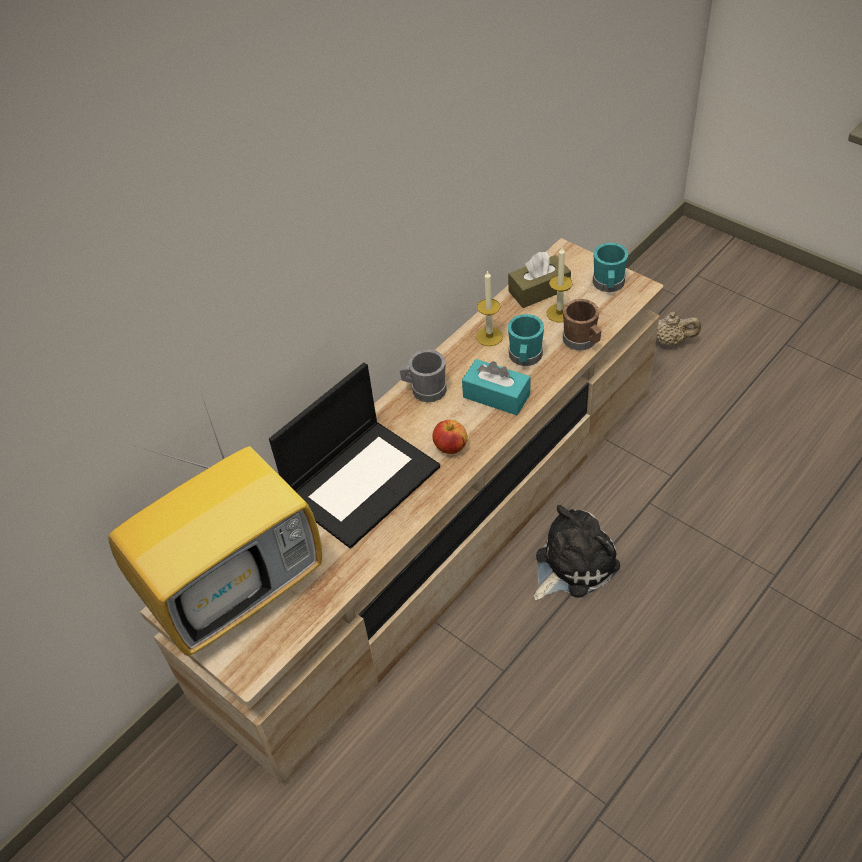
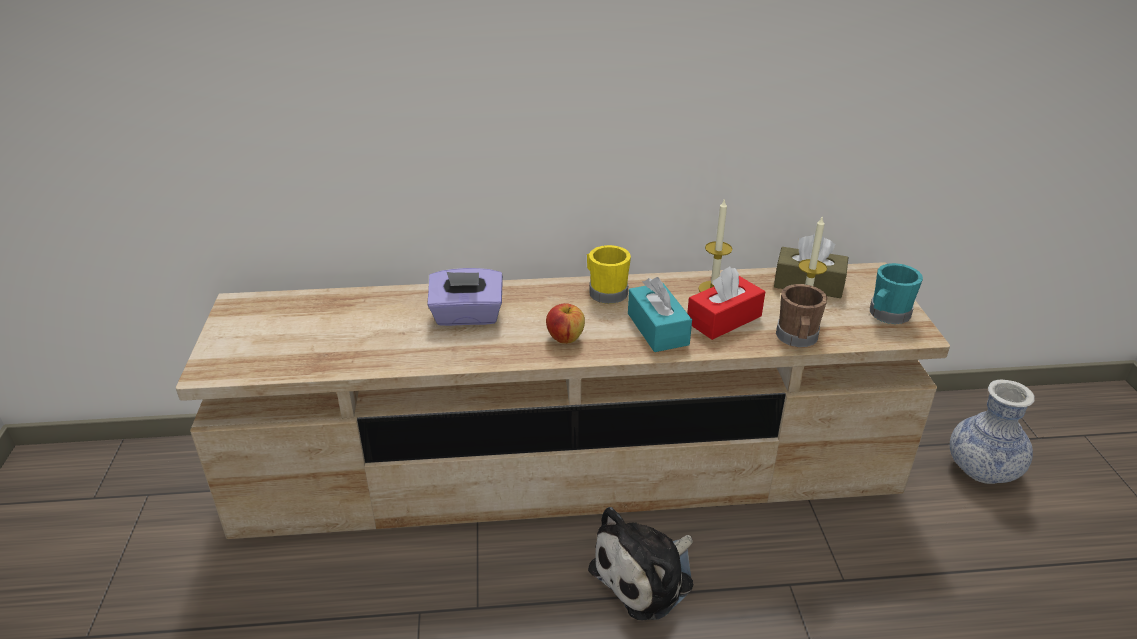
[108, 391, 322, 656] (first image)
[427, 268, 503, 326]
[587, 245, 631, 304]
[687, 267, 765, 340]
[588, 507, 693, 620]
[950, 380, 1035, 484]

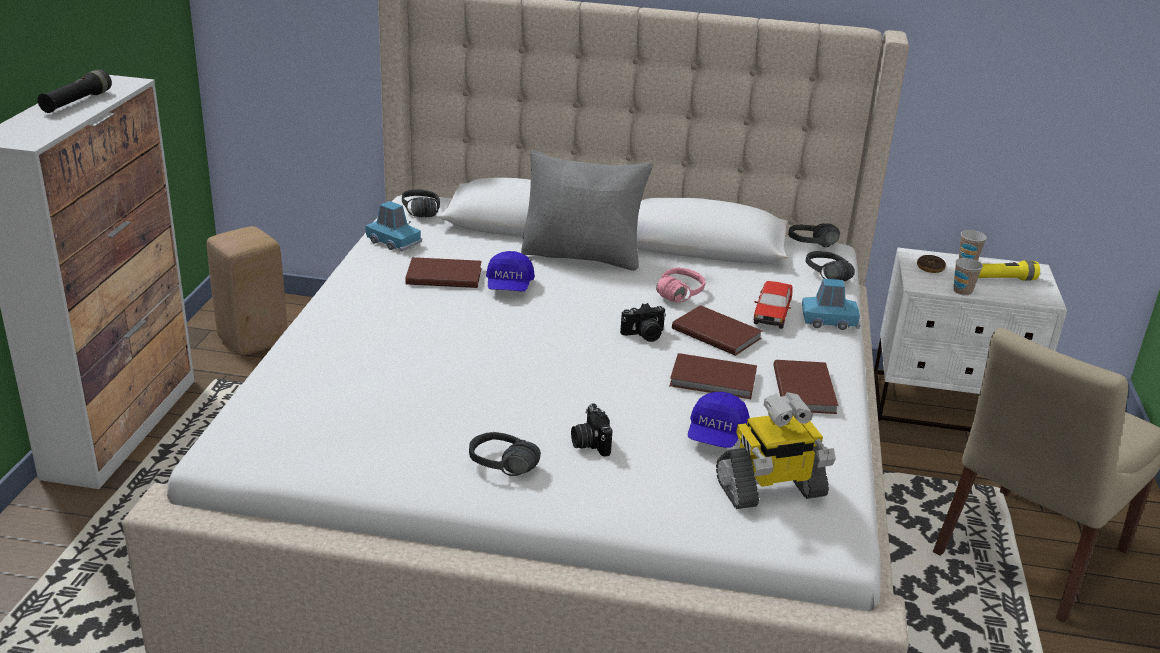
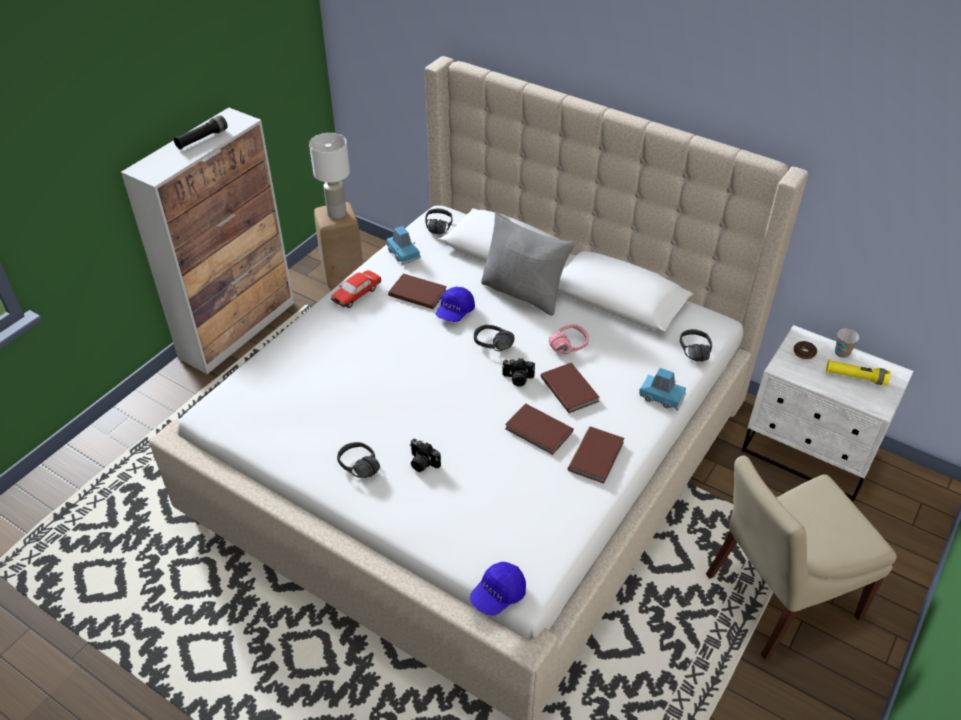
[410, 439, 441, 472]
[470, 562, 526, 616]
[716, 392, 836, 509] (first image)
[331, 270, 381, 308]
[474, 325, 514, 351]
[954, 258, 983, 296] (first image)
[309, 133, 350, 219]

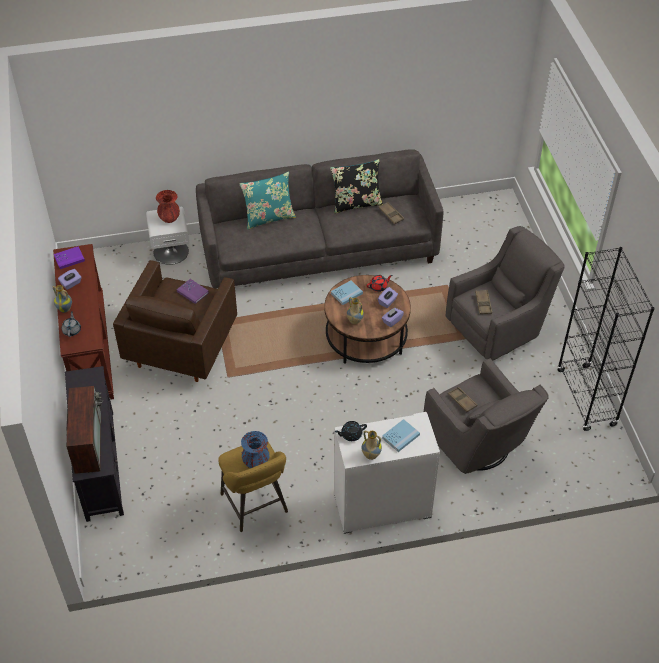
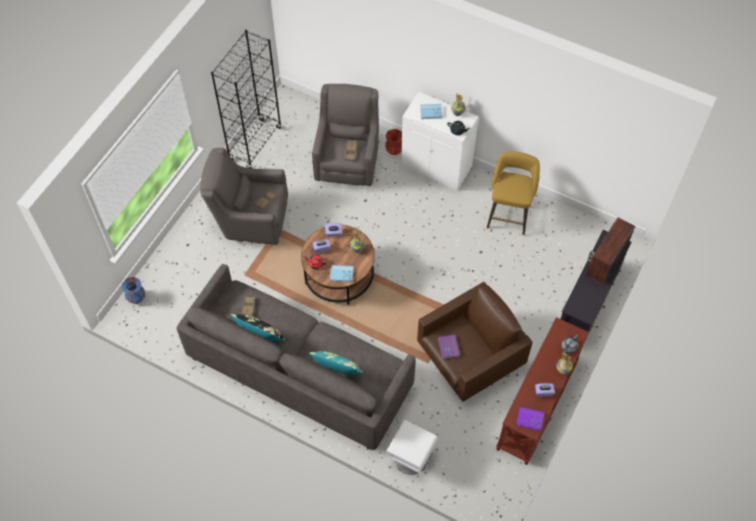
[385, 129, 402, 155]
[122, 277, 145, 304]

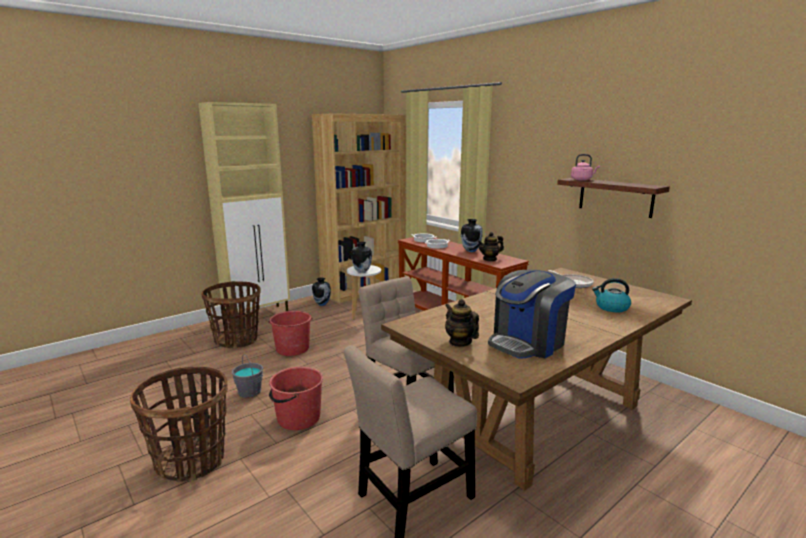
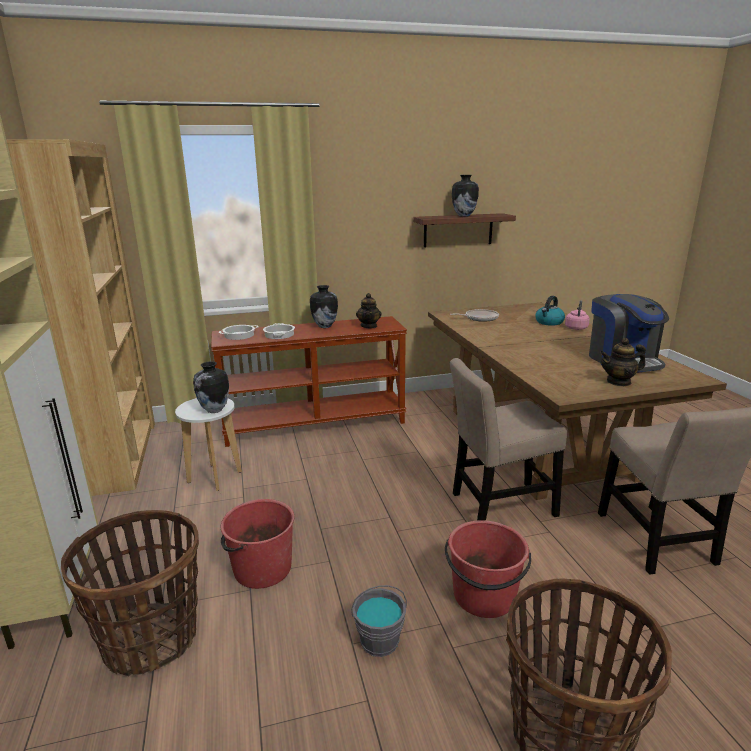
[452, 175, 479, 217]
[565, 301, 590, 330]

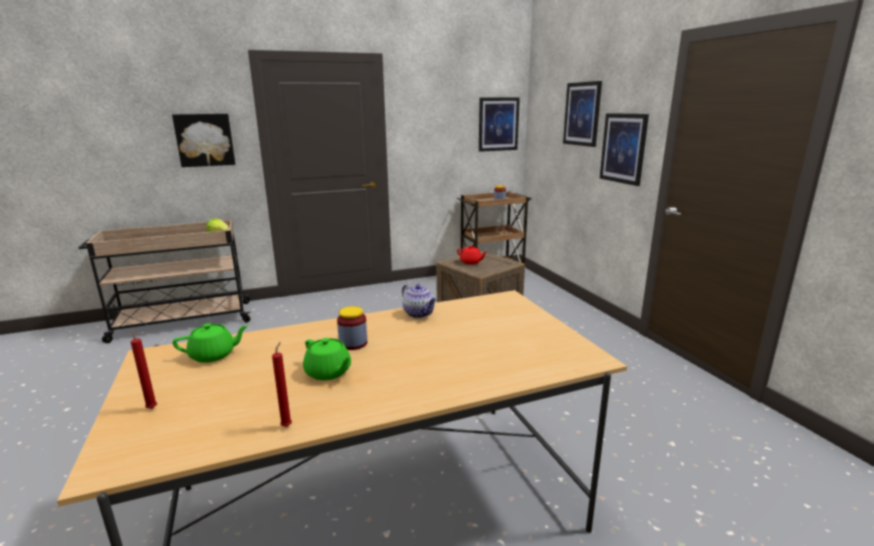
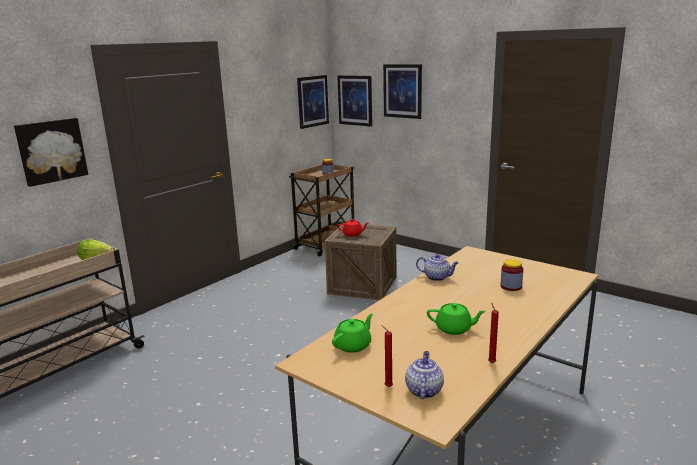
[501, 259, 523, 291]
[337, 75, 372, 127]
[405, 351, 444, 399]

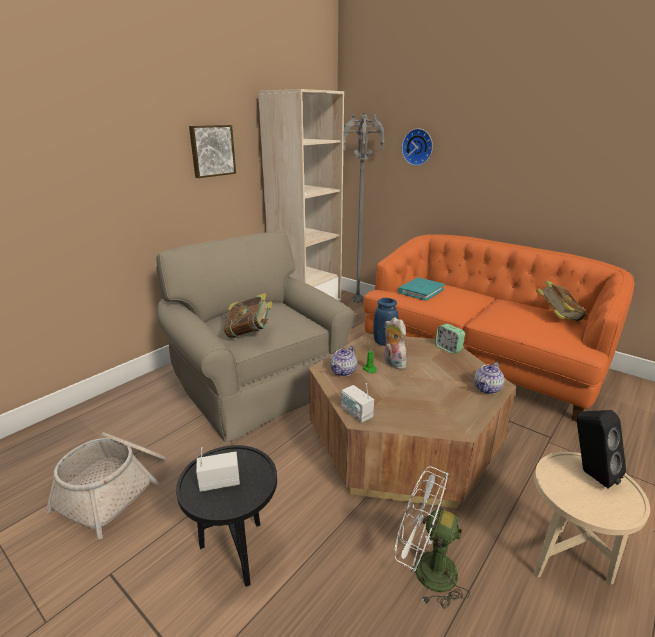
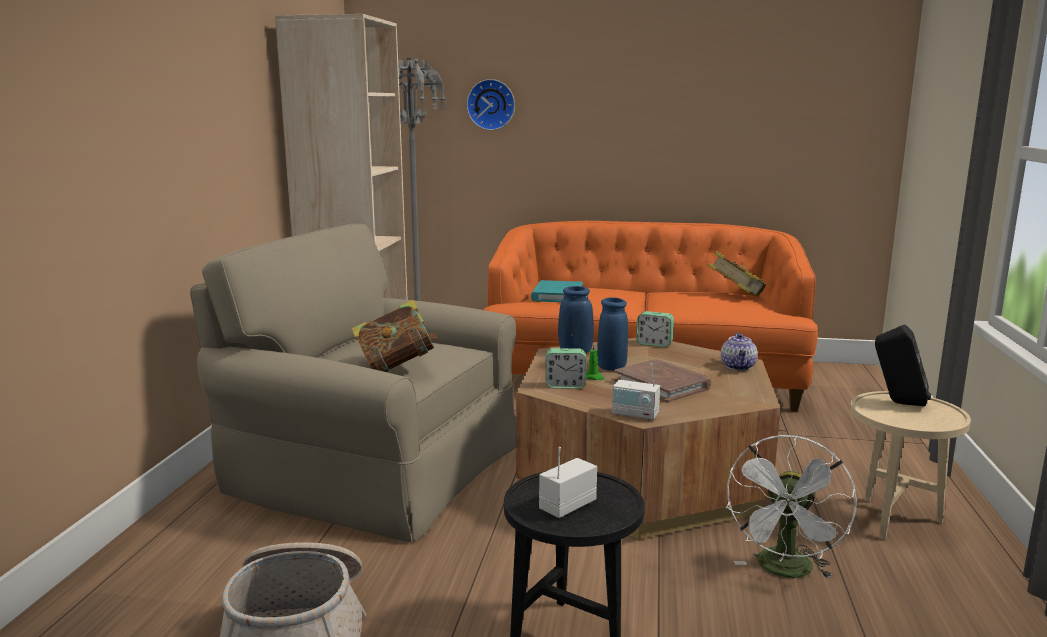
[189, 125, 236, 178] (first image)
[546, 348, 586, 389]
[597, 297, 628, 371]
[726, 435, 857, 579]
[614, 359, 711, 403]

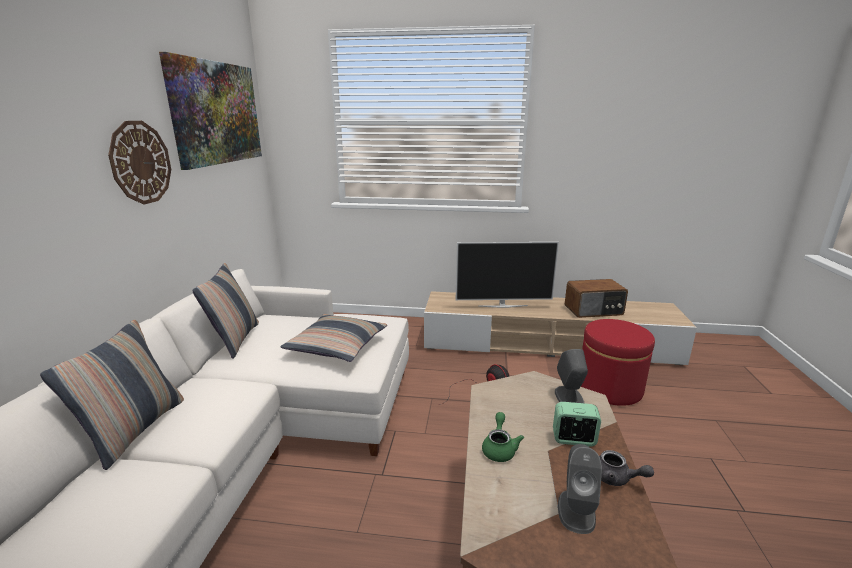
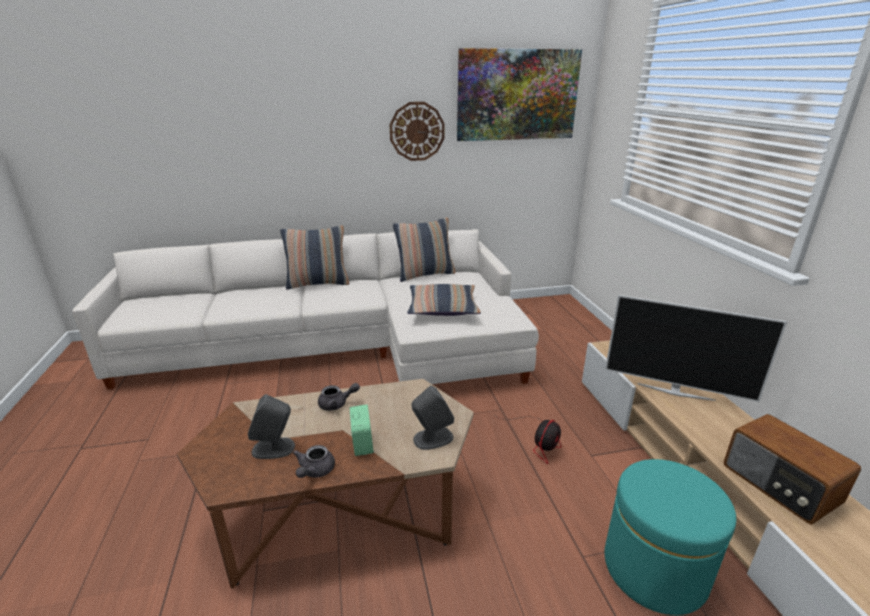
[605, 295, 787, 402]
[318, 383, 360, 411]
[605, 459, 736, 615]

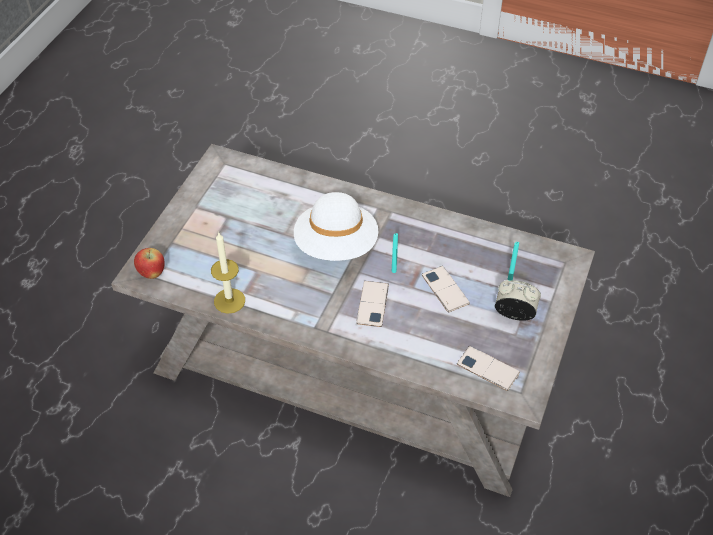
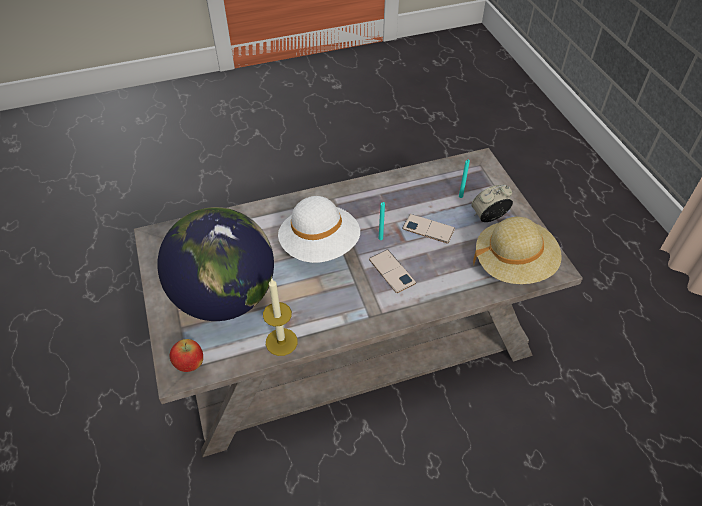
[473, 217, 562, 284]
[157, 207, 274, 321]

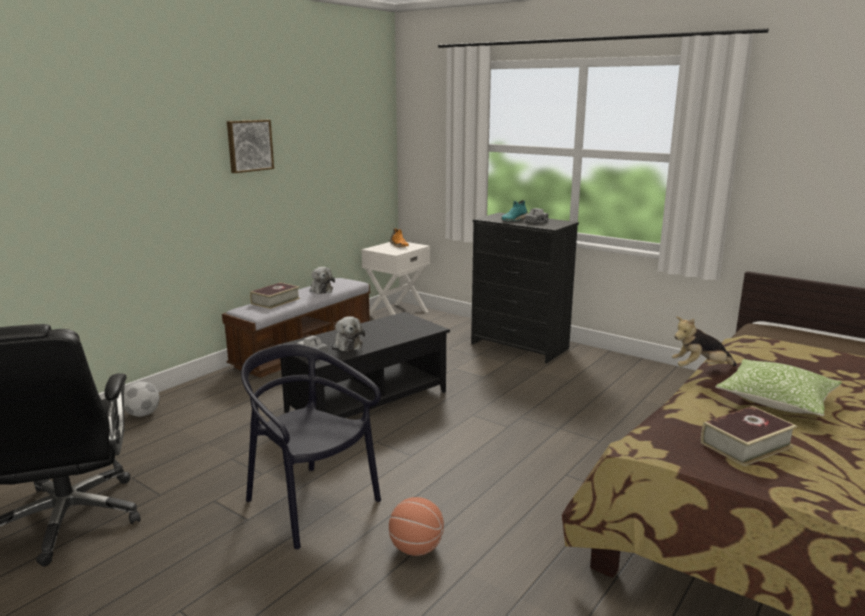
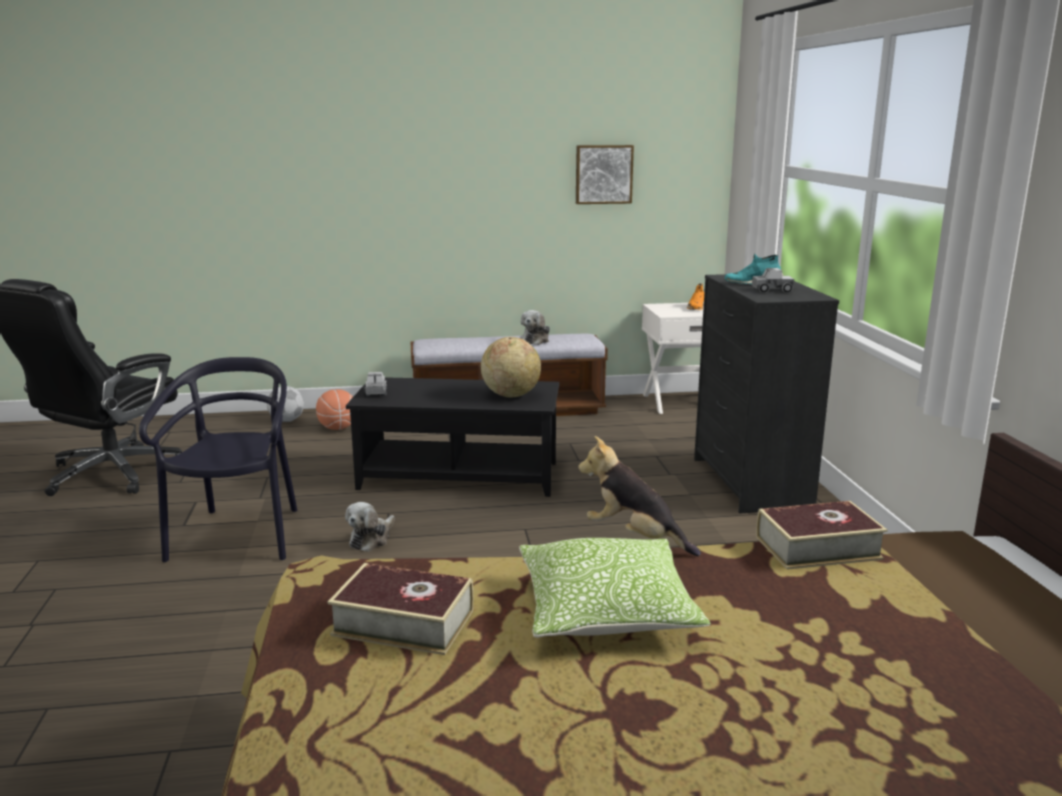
[576, 145, 634, 204]
[756, 501, 888, 570]
[345, 502, 395, 552]
[316, 389, 353, 430]
[481, 337, 541, 397]

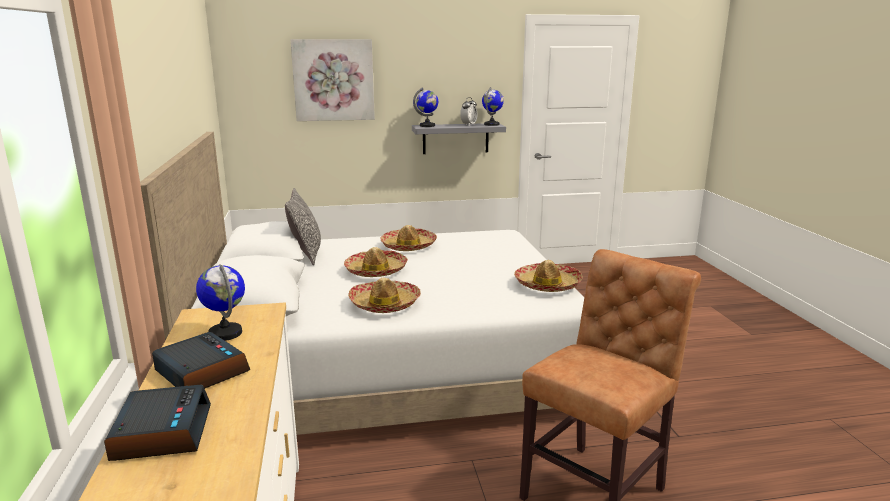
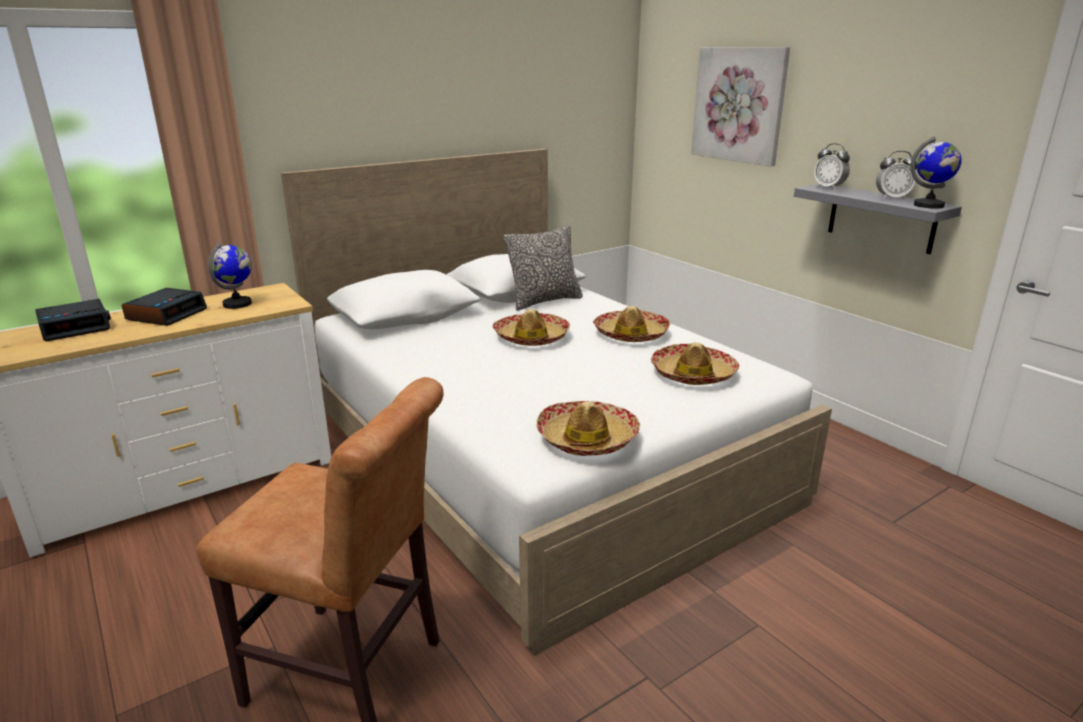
[651, 342, 739, 385]
[814, 143, 850, 190]

